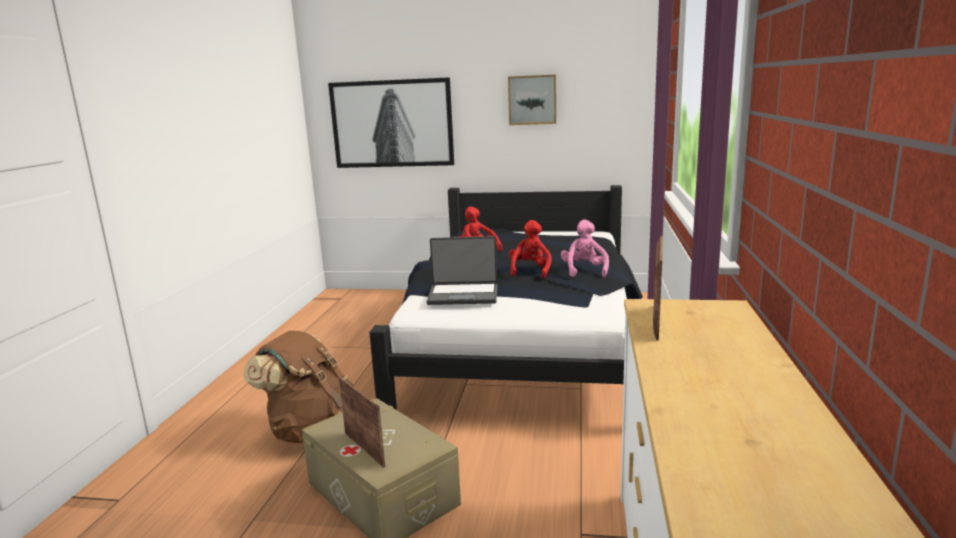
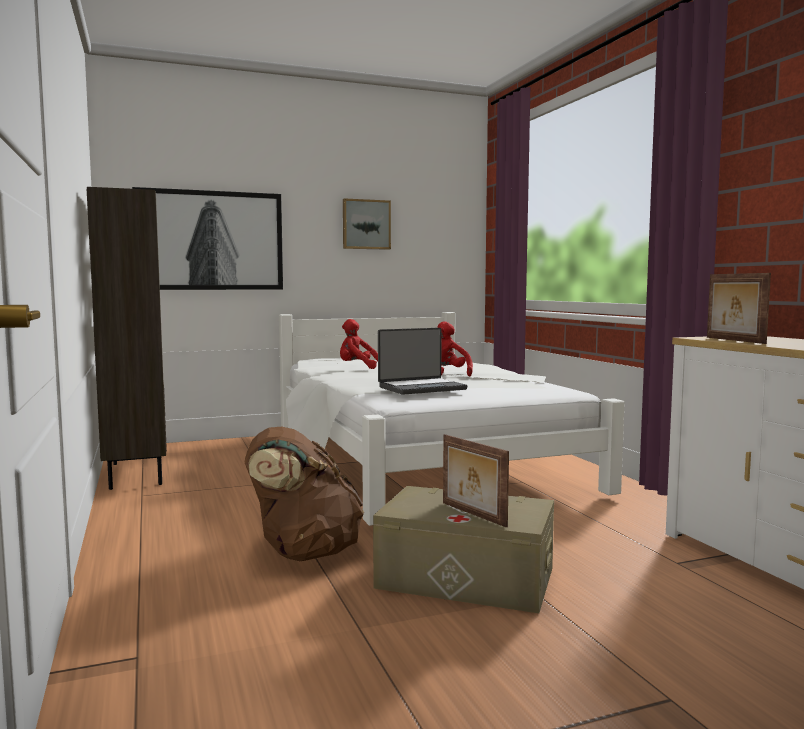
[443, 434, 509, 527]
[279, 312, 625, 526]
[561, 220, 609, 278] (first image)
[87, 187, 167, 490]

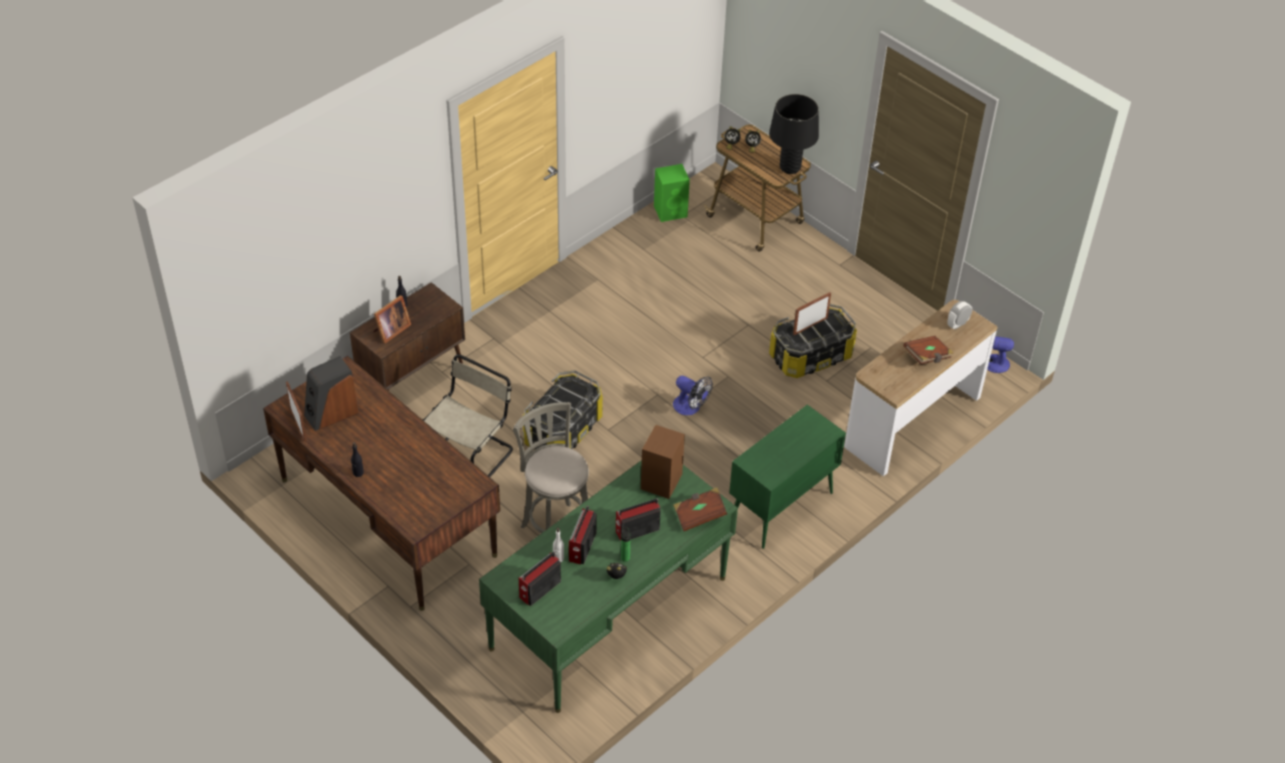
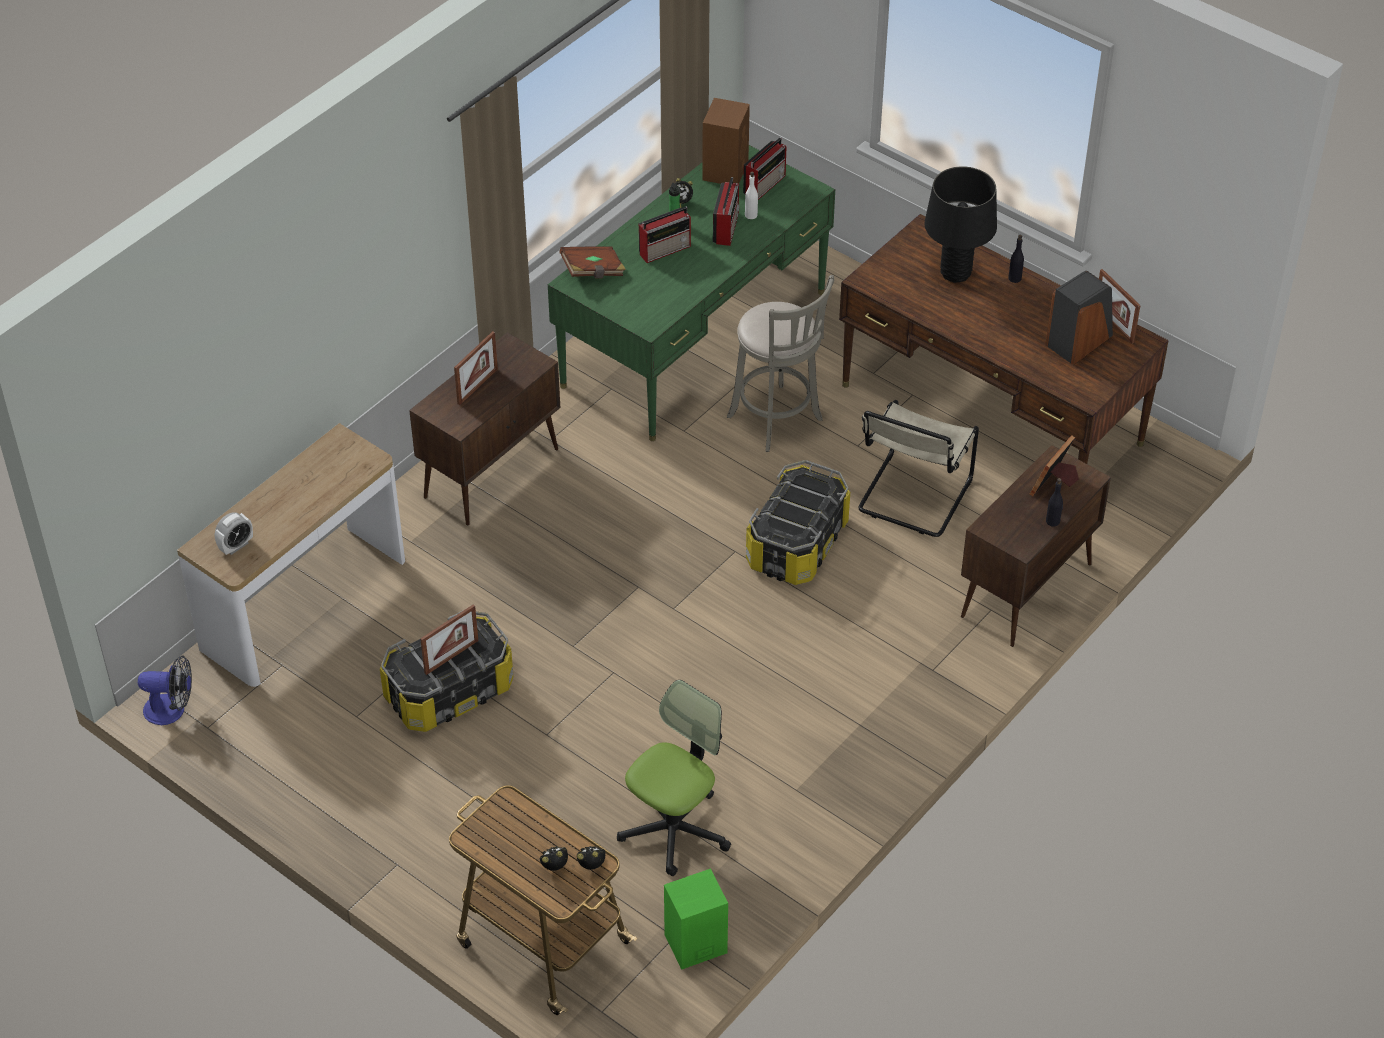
[702, 98, 750, 184]
[673, 376, 713, 416] (first image)
[409, 332, 560, 526]
[924, 166, 997, 283]
[903, 336, 954, 365] (first image)
[454, 331, 498, 405]
[617, 680, 731, 876]

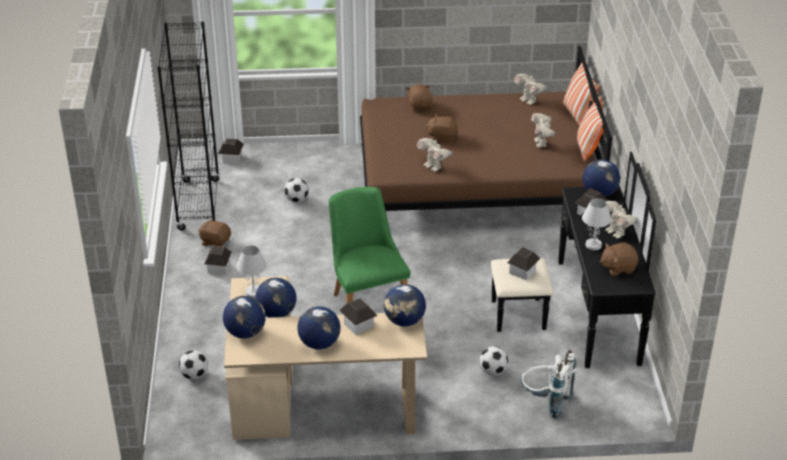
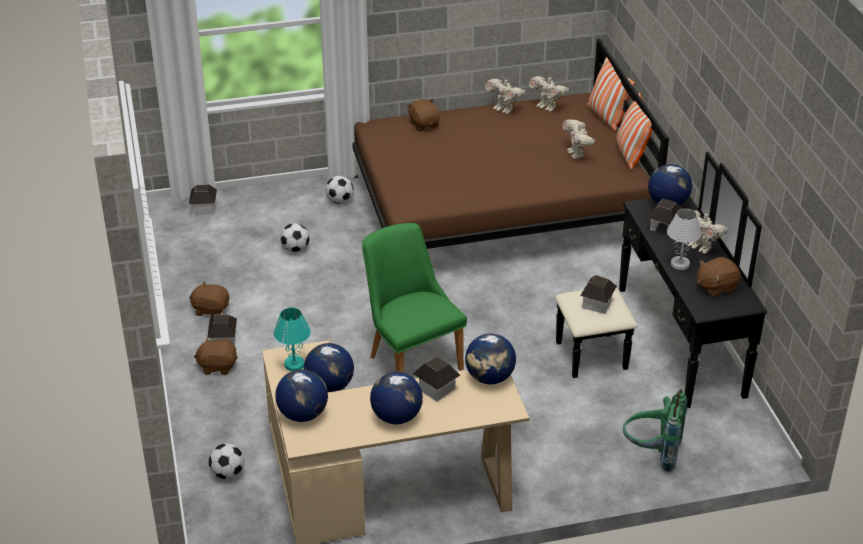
[157, 21, 220, 231] (first image)
[274, 308, 311, 371]
[485, 79, 525, 114]
[194, 338, 238, 375]
[325, 176, 354, 204]
[623, 389, 687, 472]

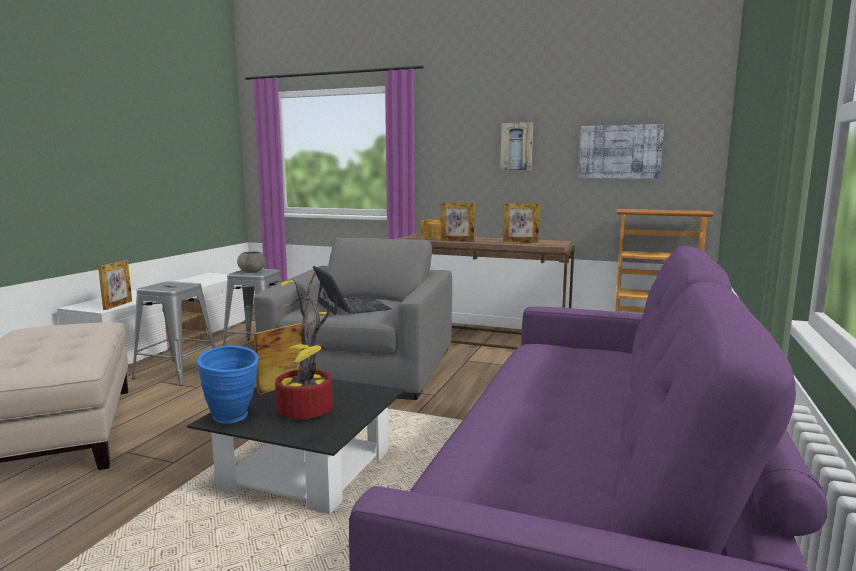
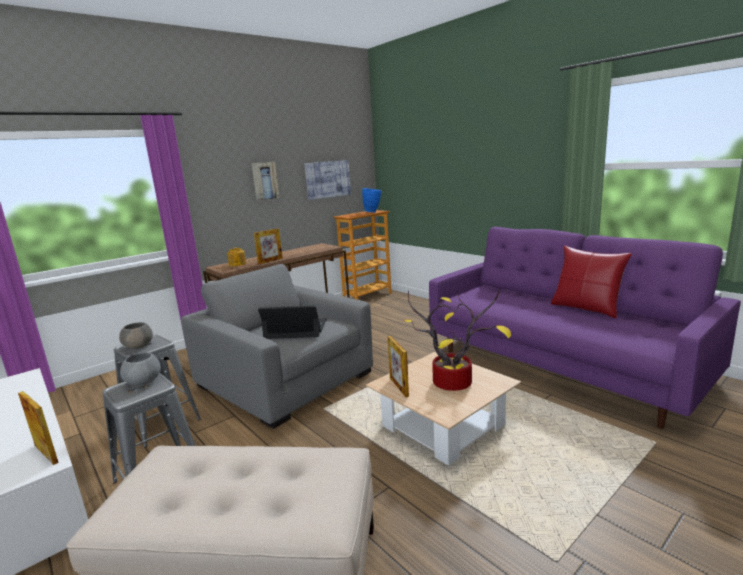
[366, 351, 521, 466]
[362, 188, 381, 212]
[503, 203, 540, 243] (first image)
[120, 353, 161, 385]
[551, 246, 632, 318]

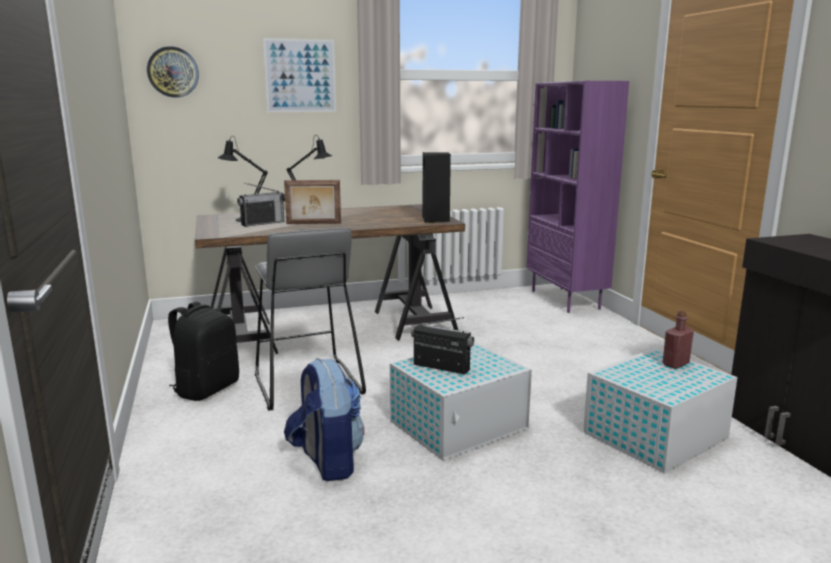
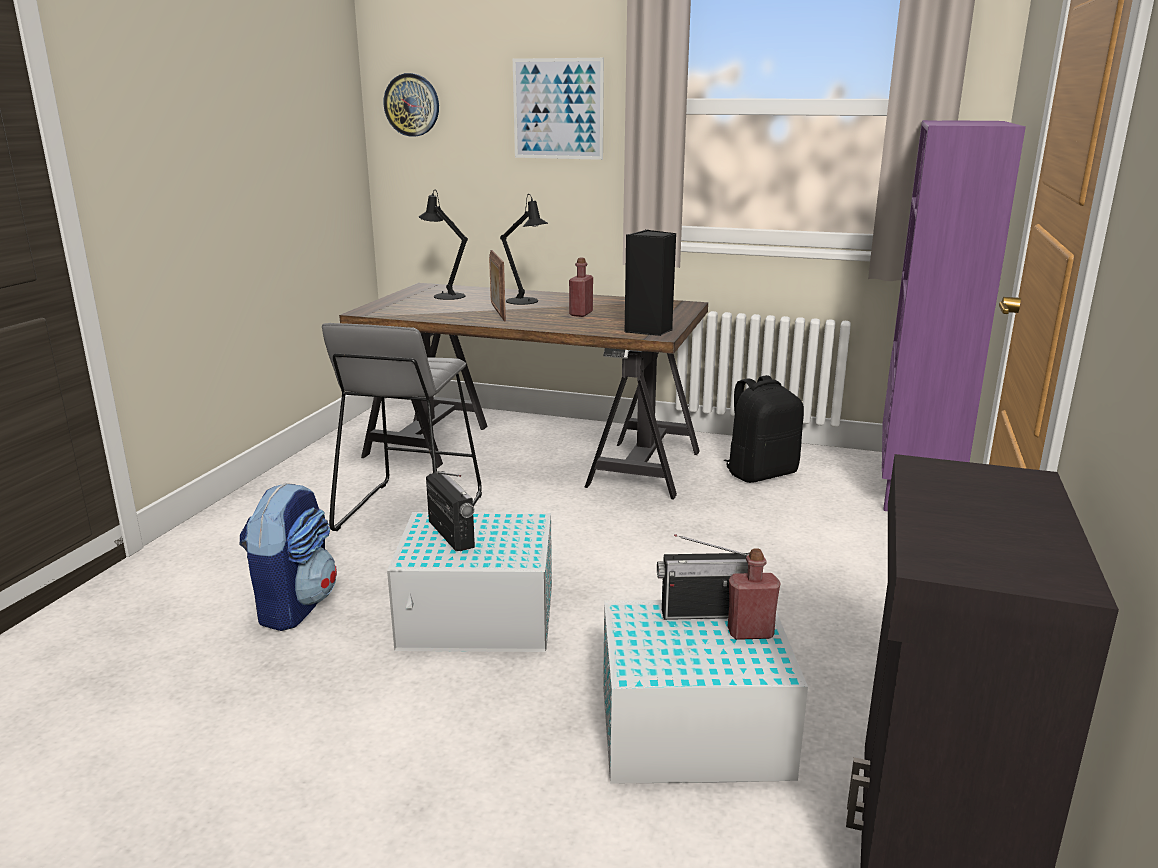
[724, 375, 804, 483]
[657, 534, 749, 620]
[489, 250, 506, 321]
[569, 258, 593, 317]

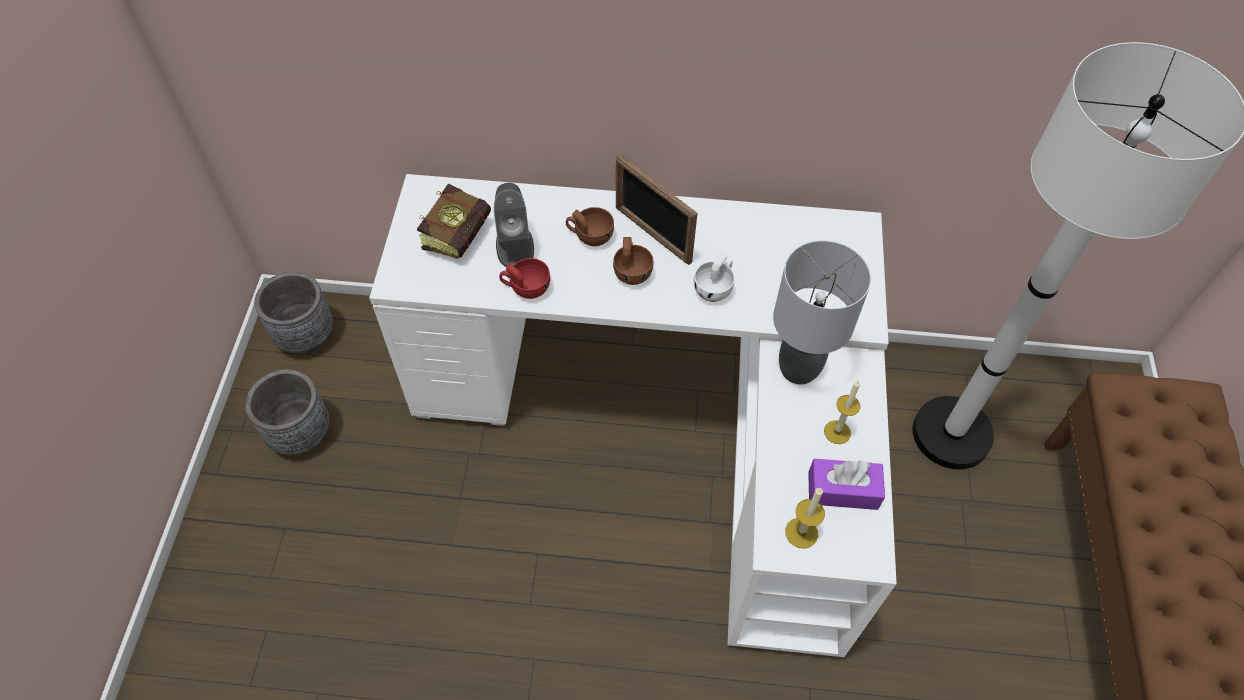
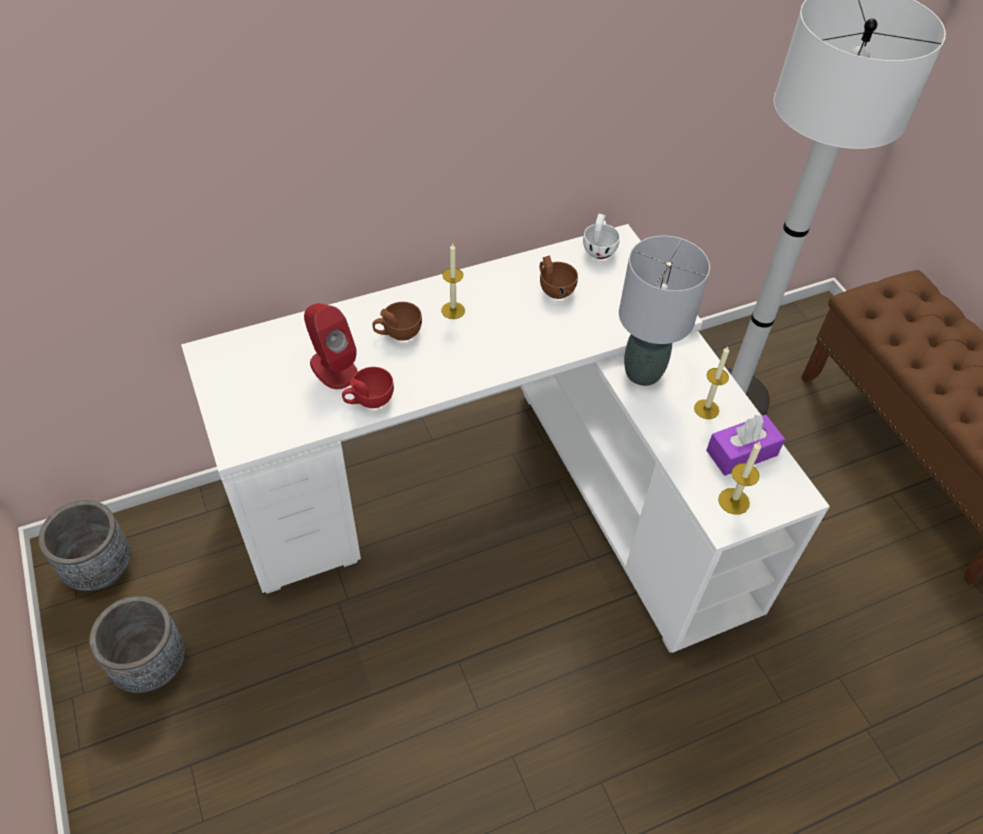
[417, 183, 491, 259] (first image)
[304, 303, 358, 389]
[540, 255, 578, 299]
[441, 244, 465, 319]
[583, 214, 620, 259]

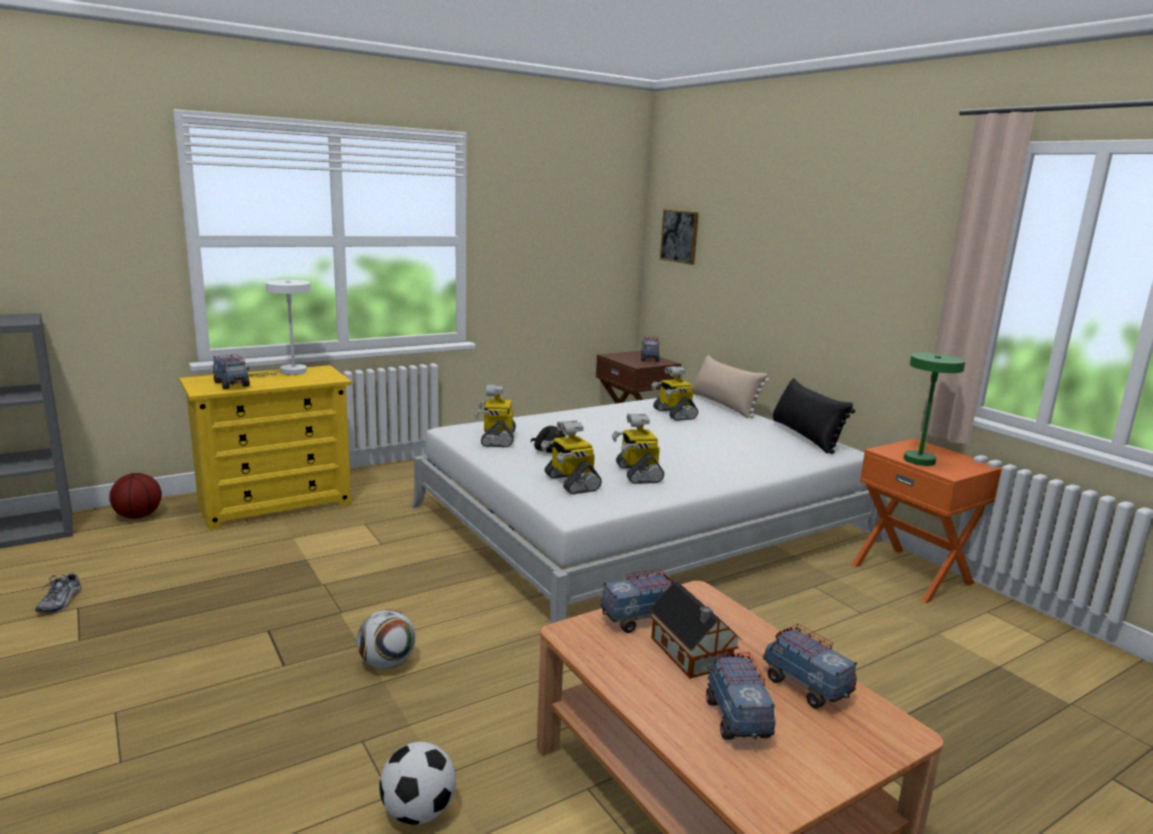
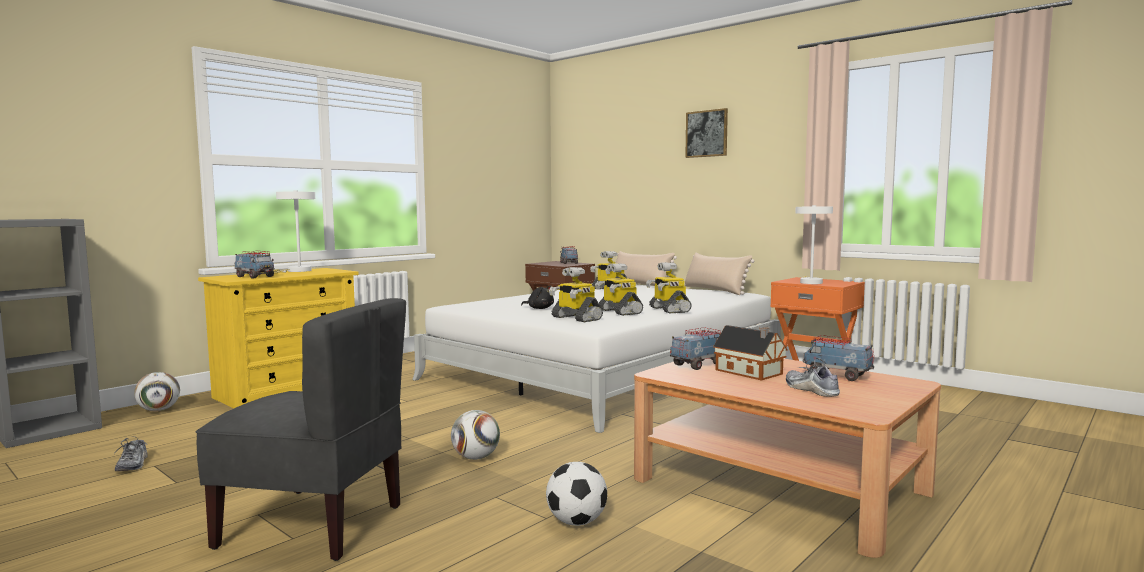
[134, 372, 180, 411]
[646, 262, 692, 314]
[685, 108, 728, 158]
[786, 358, 840, 397]
[685, 253, 754, 295]
[795, 205, 833, 284]
[195, 298, 406, 561]

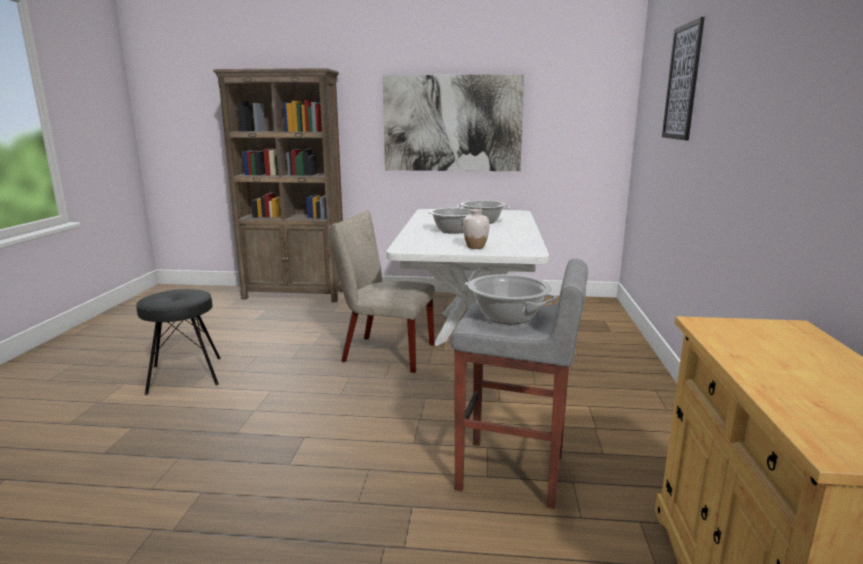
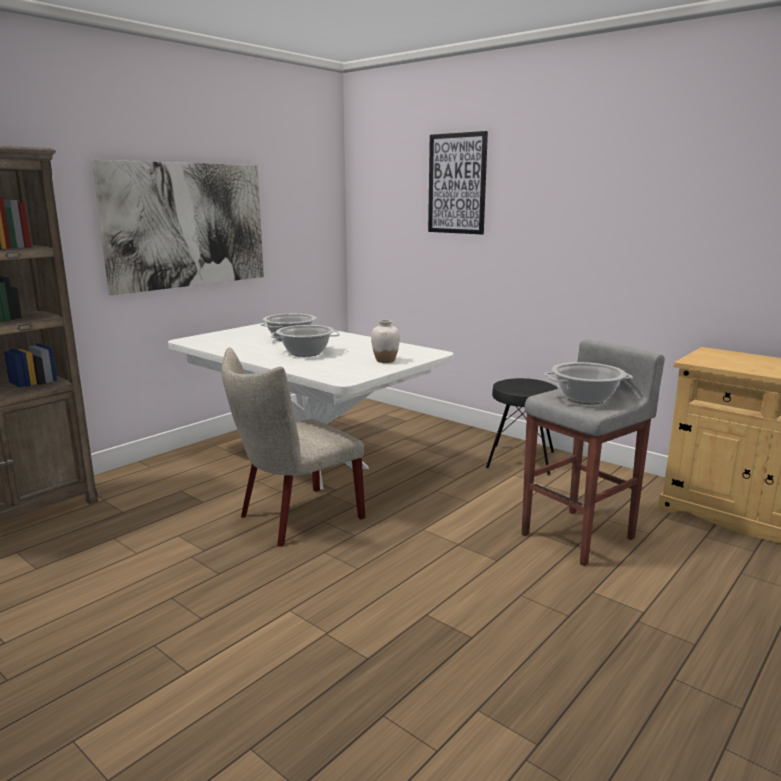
[486, 378, 558, 475]

